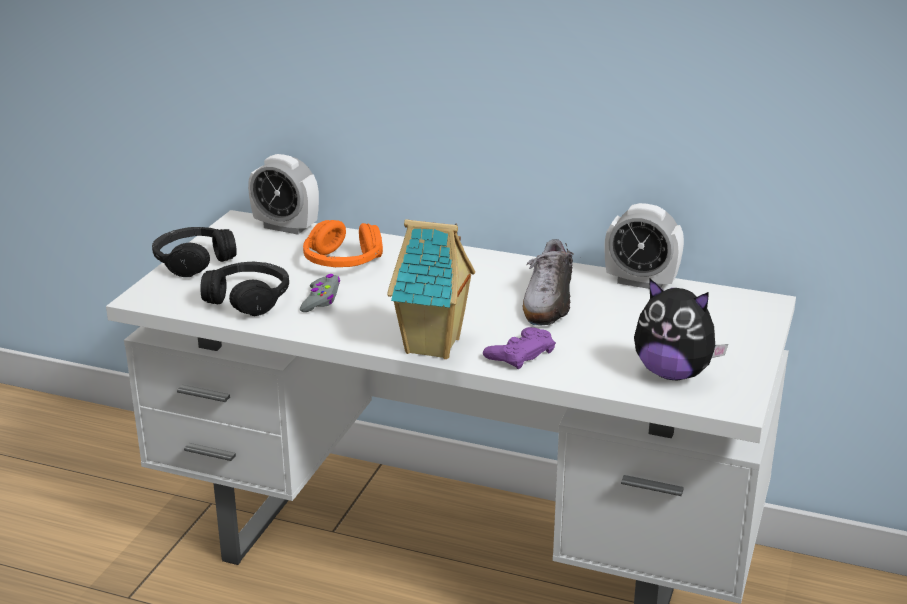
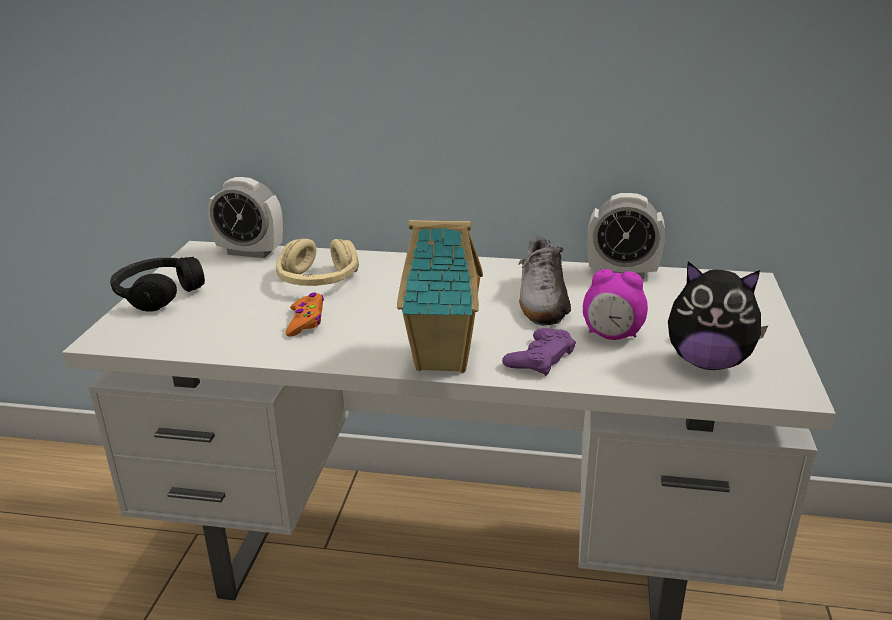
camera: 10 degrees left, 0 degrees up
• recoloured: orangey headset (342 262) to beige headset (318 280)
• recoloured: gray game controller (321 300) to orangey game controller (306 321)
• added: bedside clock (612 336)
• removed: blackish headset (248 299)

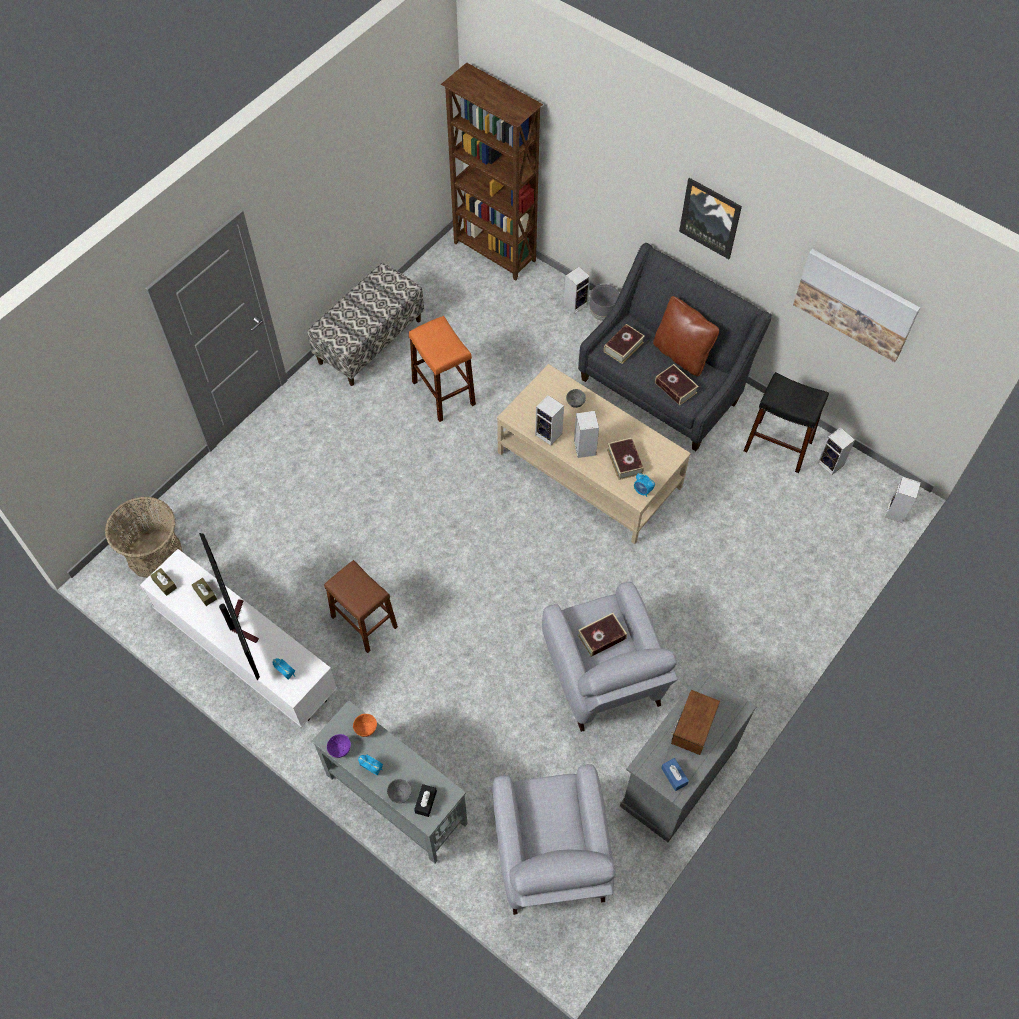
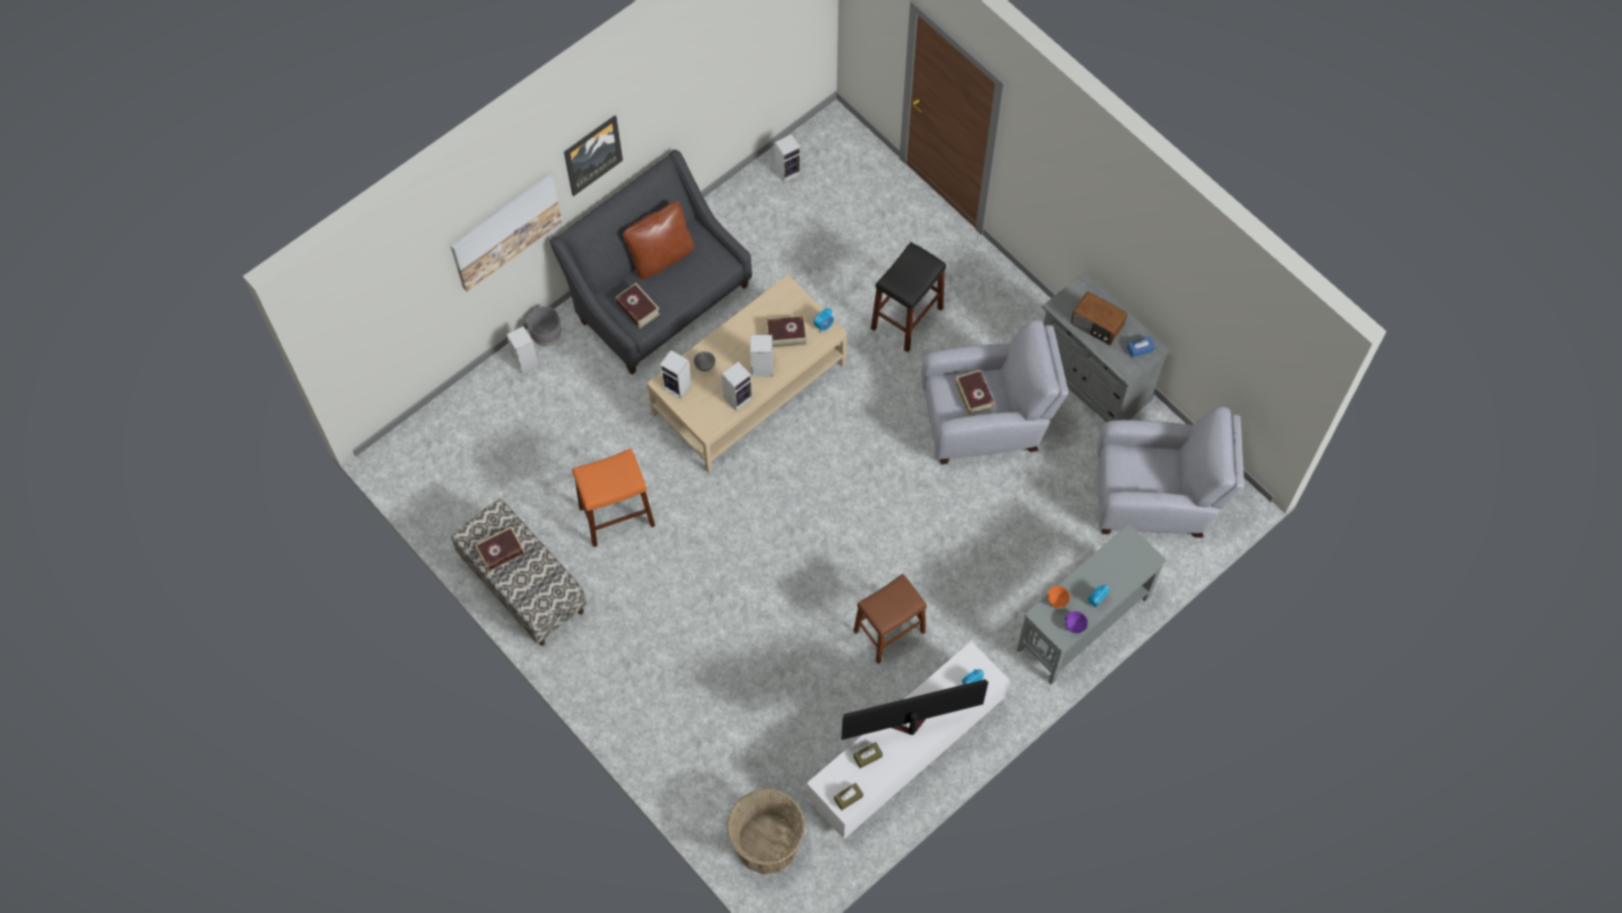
camera: 80 degrees left, 5 degrees up
• moved: wall picture (855 304) to (505 231)
• moved: book (675 388) to (500 551)
• moved: audio speaker (896 513) to (678 386)
• moved: blackish sitting stool (778 446) to (907 318)
• removed: gray deep dish (400 794)
• removed: blackish tissue box (425 802)
• removed: brown bookshelf (494 253)

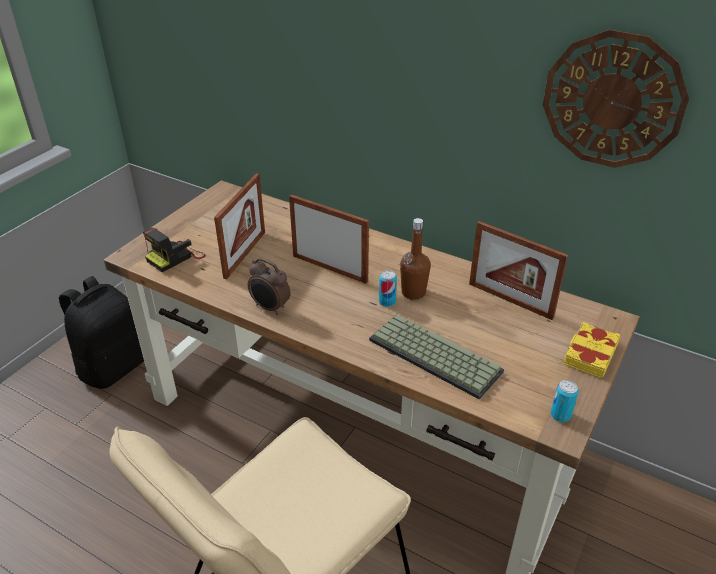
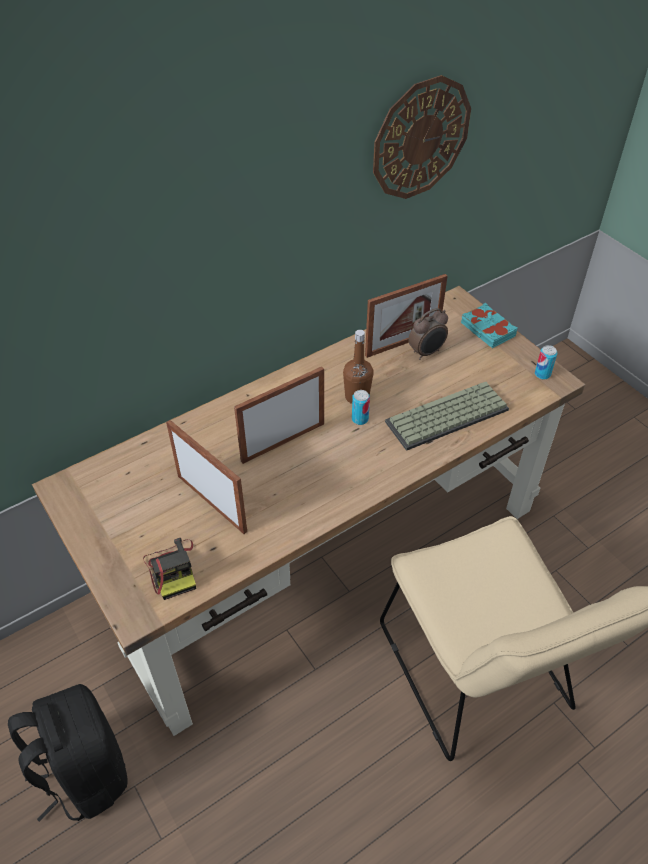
camera: 65 degrees left, 10 degrees up
• moved: bedside clock (270 308) to (427 352)
• recoloured: yellow-coloured book (589 354) to blue-green book (487 330)

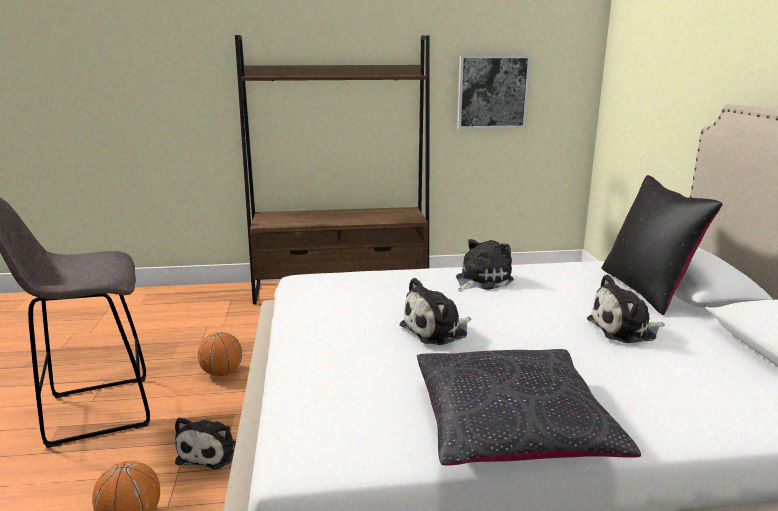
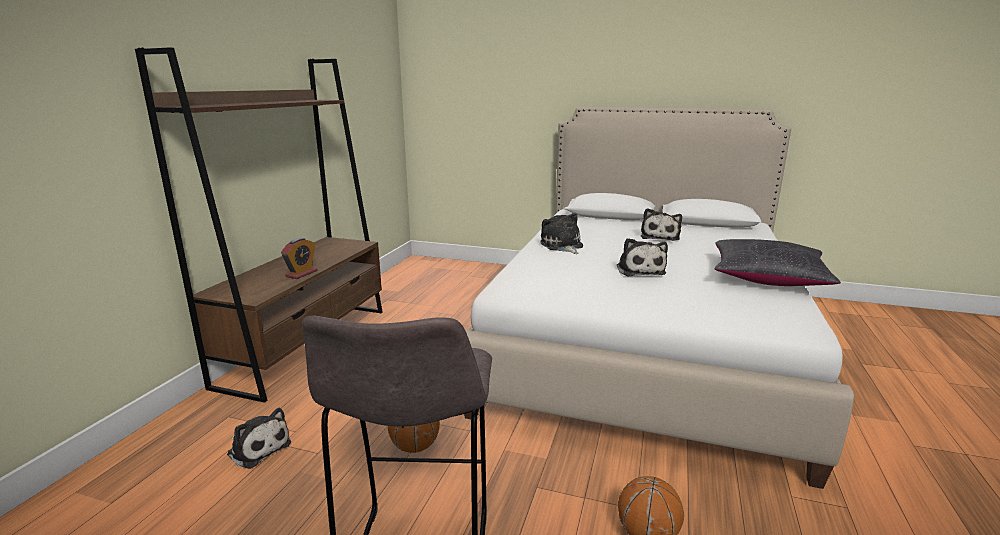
camera: 65 degrees left, 0 degrees up
• moved: soft toy (210 452) to (258 448)
• added: bedside clock (301 273)
• removed: wall picture (492 92)
• removed: blackish throw pillow (646 289)

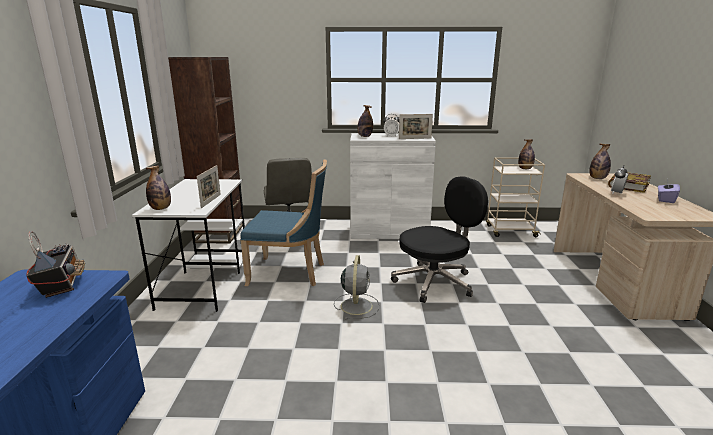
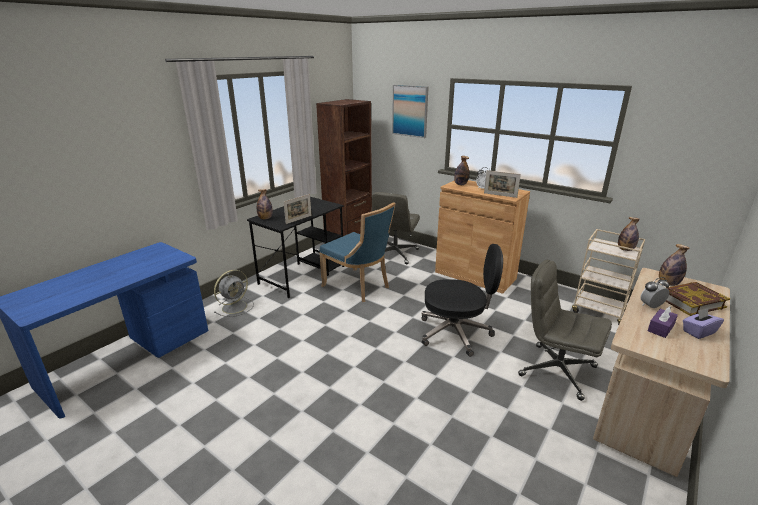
camera: 35 degrees right, 5 degrees up
• moved: gray cooling fan (356 305) to (235 306)
• recoloured: whitish desk unit (205 281) to blackish desk unit (303 274)
• added: wall picture (410 111)
• recoloured: whitish cabinet (389 231) to brown cabinet (475 275)
• added: gray desk chair (556 370)
• added: purple tissue box (660 328)
• removed: radio set (61 285)

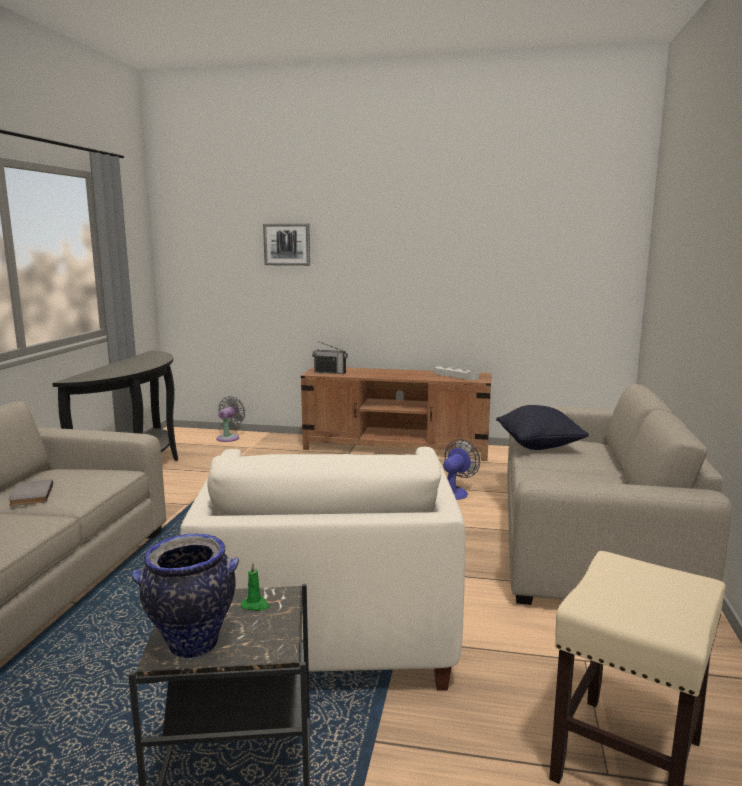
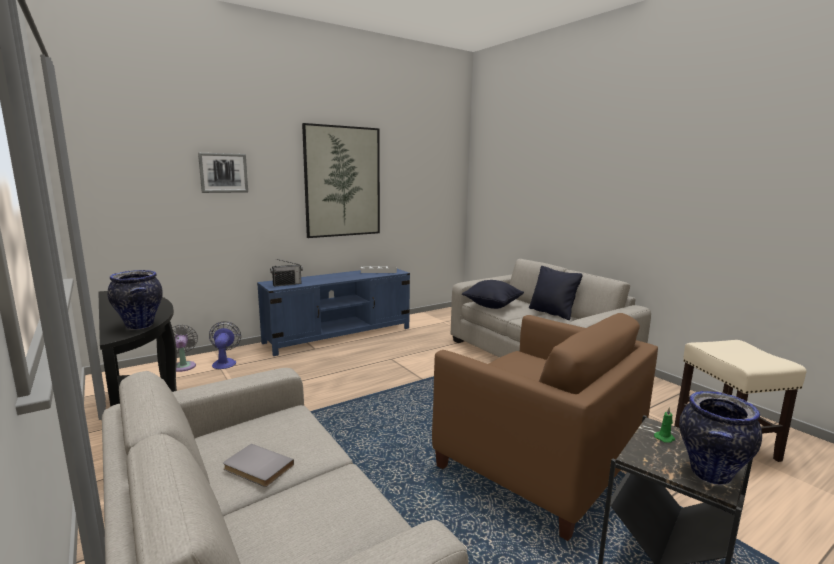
camera: 45 degrees left, 0 degrees up
• added: decorative vase (140 326)
• moved: cooling fan (455 492) to (225 362)
• recoloured: brown media console (397 448) to blue media console (339 335)
• added: wall picture (342 182)
• recoloured: whitish easy chair (329 631) to brown easy chair (539 461)
• added: blackish throw pillow (552 313)

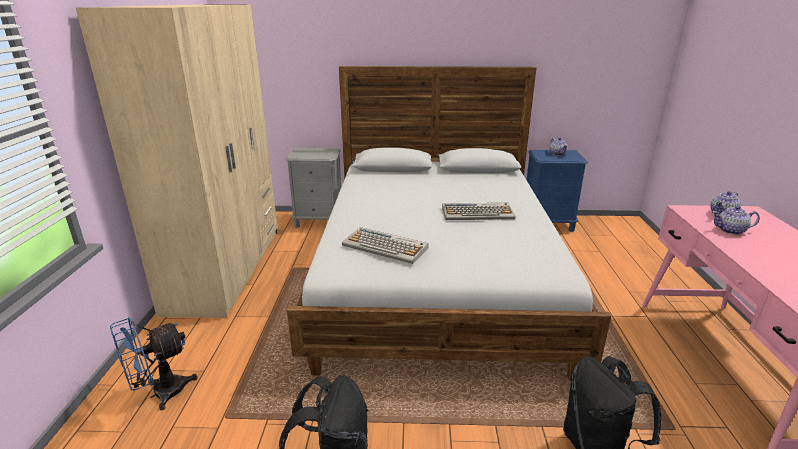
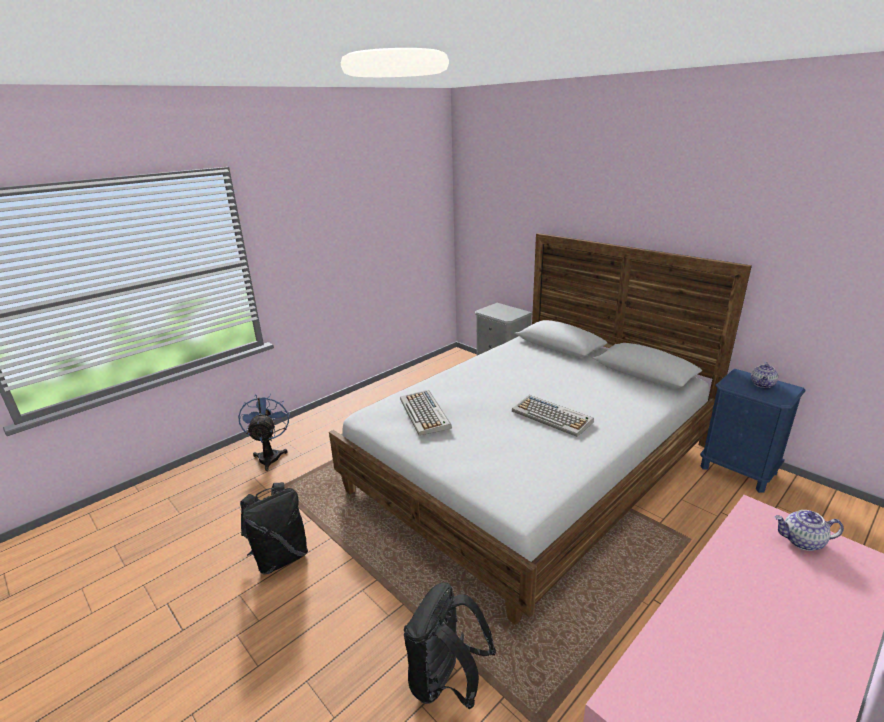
camera: 45 degrees right, 0 degrees up
• turned: blue cooling fan (160 393) = (270 455) 75 degrees clockwise
• removed: beige clothes cupboard (227 268)
• removed: tea pot (730 230)

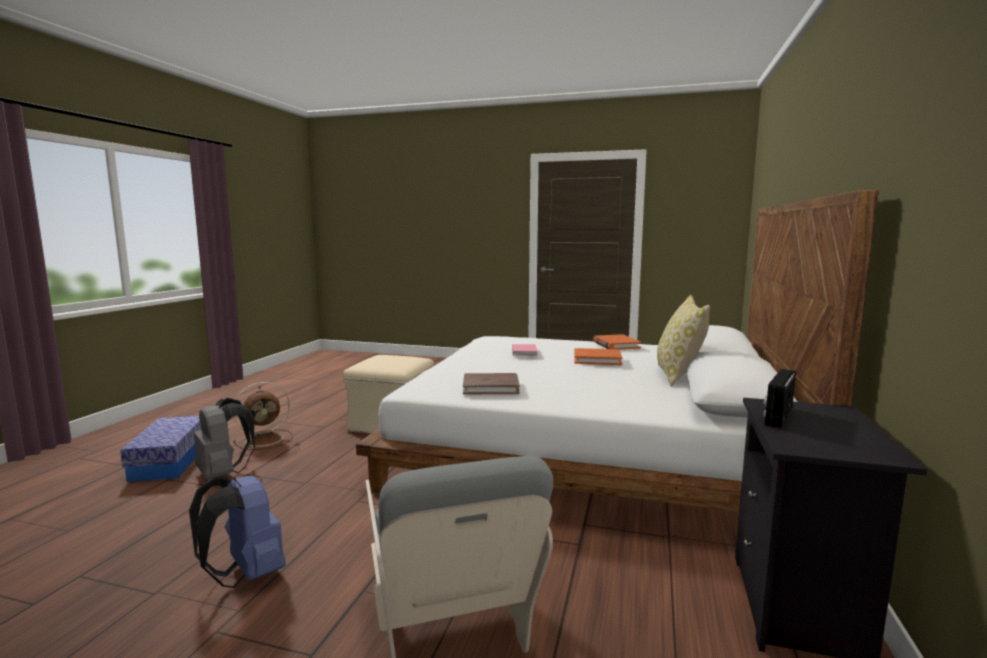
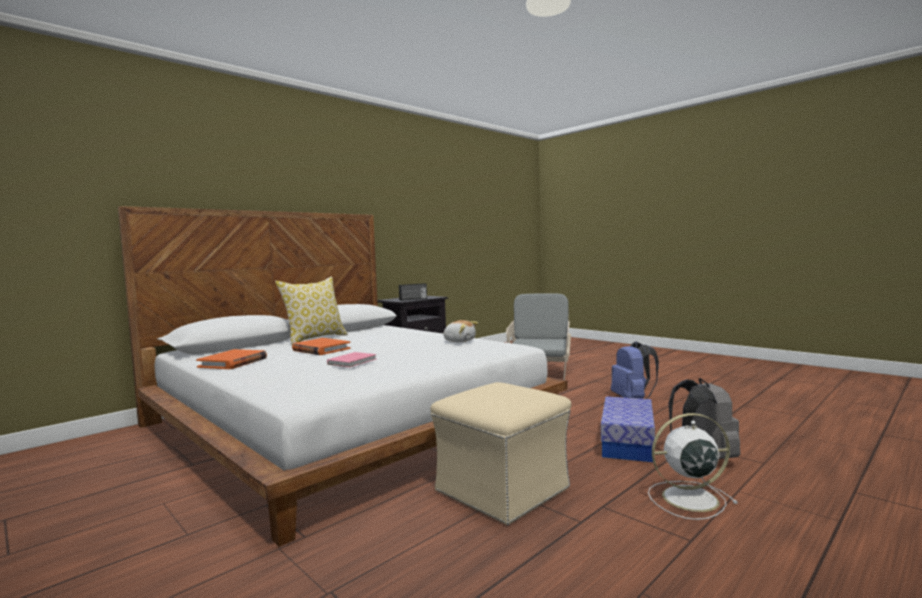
camera: 150 degrees left, 5 degrees down
• replaced: brown book (490 387) to soft toy (459 341)
• moved: storage container (169 462) to (627 443)
• recoloured: brown cooling fan (266 439) to whitish cooling fan (687 499)

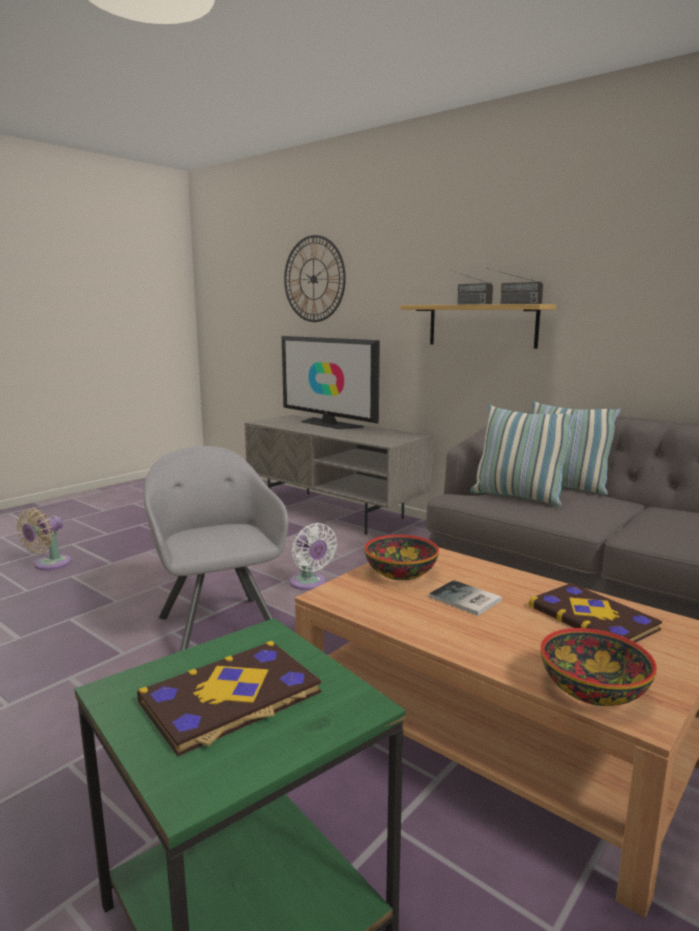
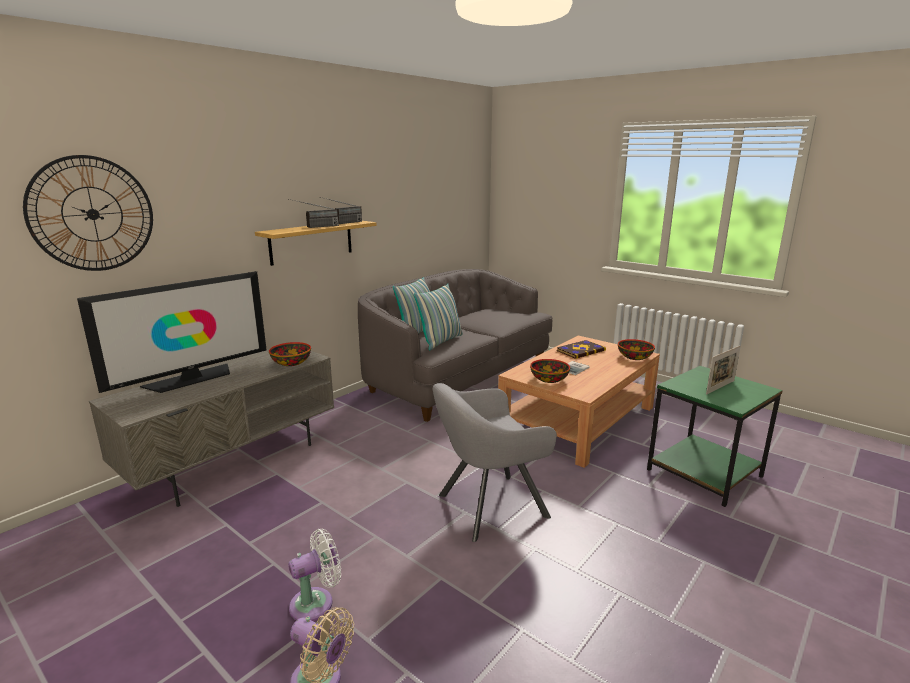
camera: 90 degrees left, 5 degrees up
• added: deep dish (291 362)
• moved: whitish cooling fan (309 584) to (316 603)
• replaced: book (232 699) to picture frame (720 387)

